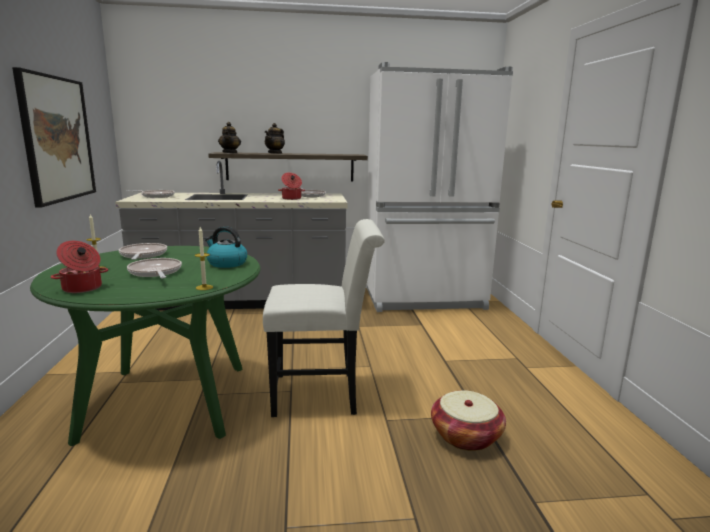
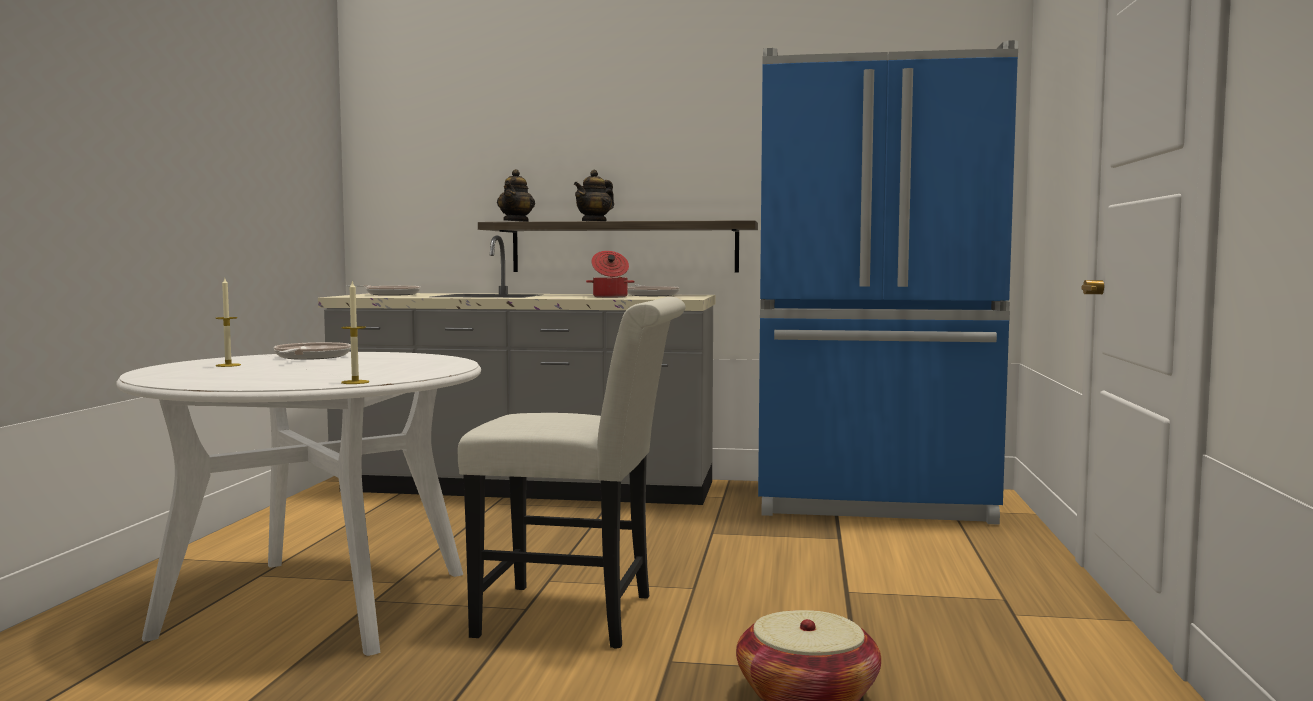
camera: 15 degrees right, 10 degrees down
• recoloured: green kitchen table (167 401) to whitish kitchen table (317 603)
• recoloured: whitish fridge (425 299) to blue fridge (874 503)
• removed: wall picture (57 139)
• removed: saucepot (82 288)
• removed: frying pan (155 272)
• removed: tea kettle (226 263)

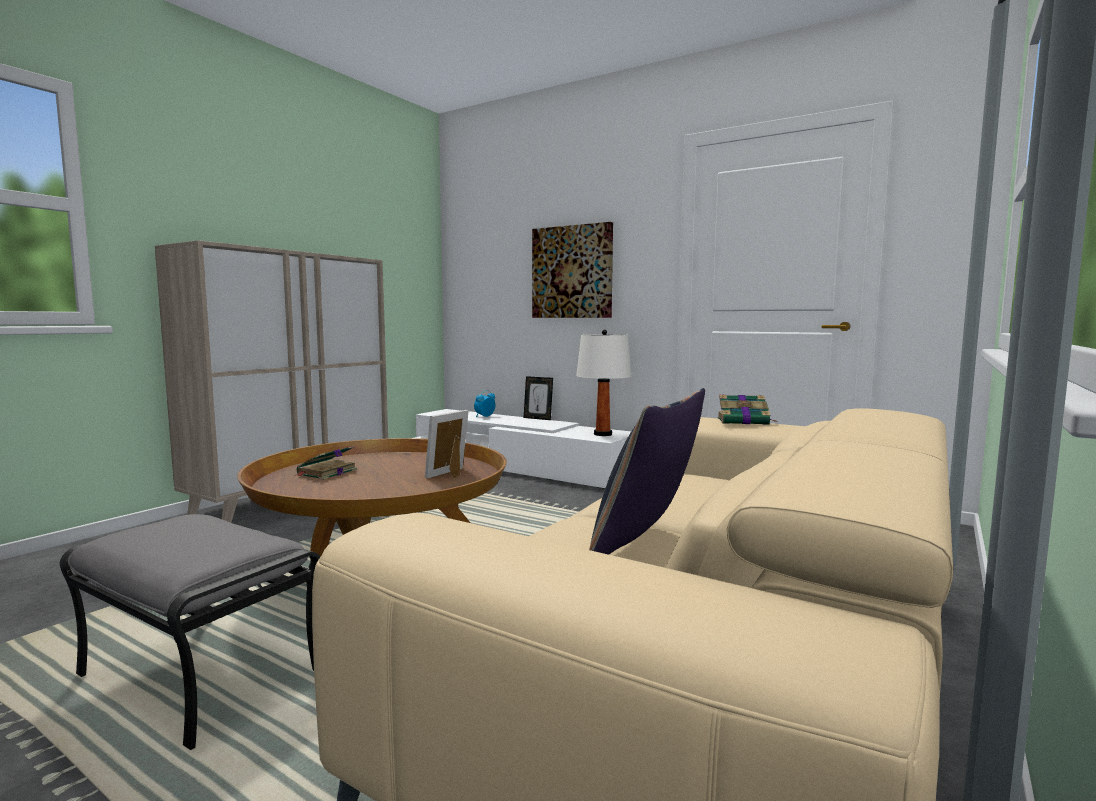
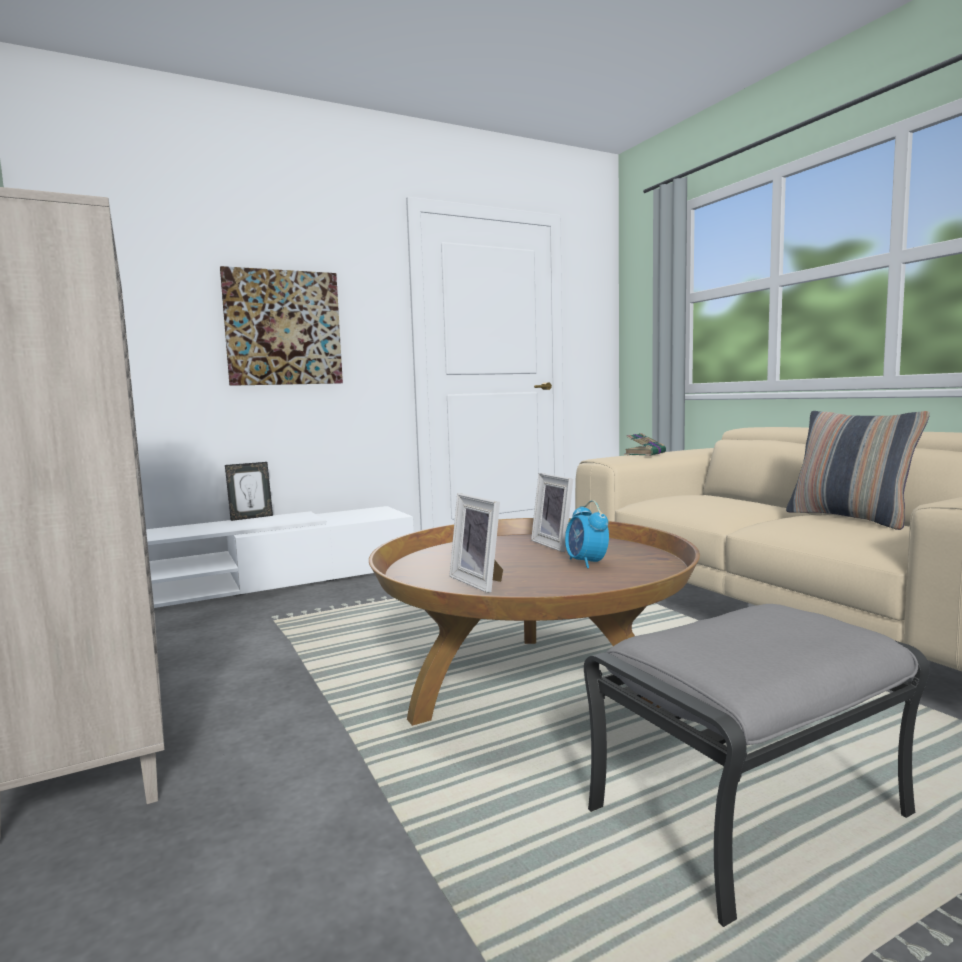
camera: 60 degrees left, 0 degrees up
• replaced: book (326 472) to picture frame (480 582)
• moved: bedside clock (484 416) to (586 563)
• removed: whitish table lamp (603 434)

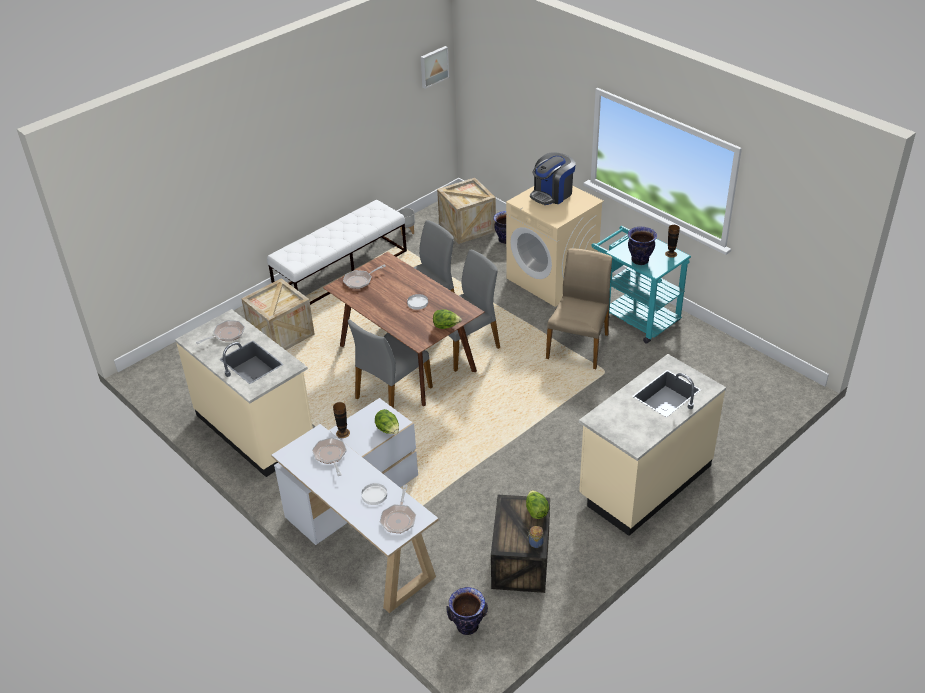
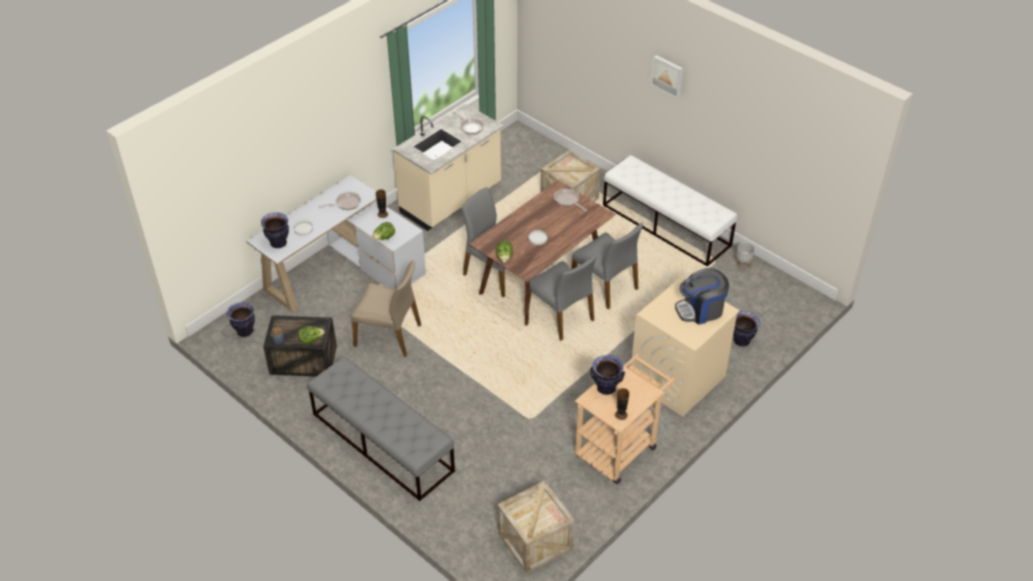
camera: 85 degrees right, 5 degrees up
• replaced: frying pan (399 518) to decorative vase (279 243)
• replaced: beige kitchen base unit (644 481) to gray long seat (382 442)
• moved: beige upright chair (578 346) to (389 335)
• moved: packing crate (467 227) to (535 541)
• recoloured: blue-green wheeled cart (635 316) to beige wheeled cart (620 446)
• moved: wall picture (433 66) to (668 75)
• turned: coffee machine (552 194) = (700 310) 60 degrees counterclockwise

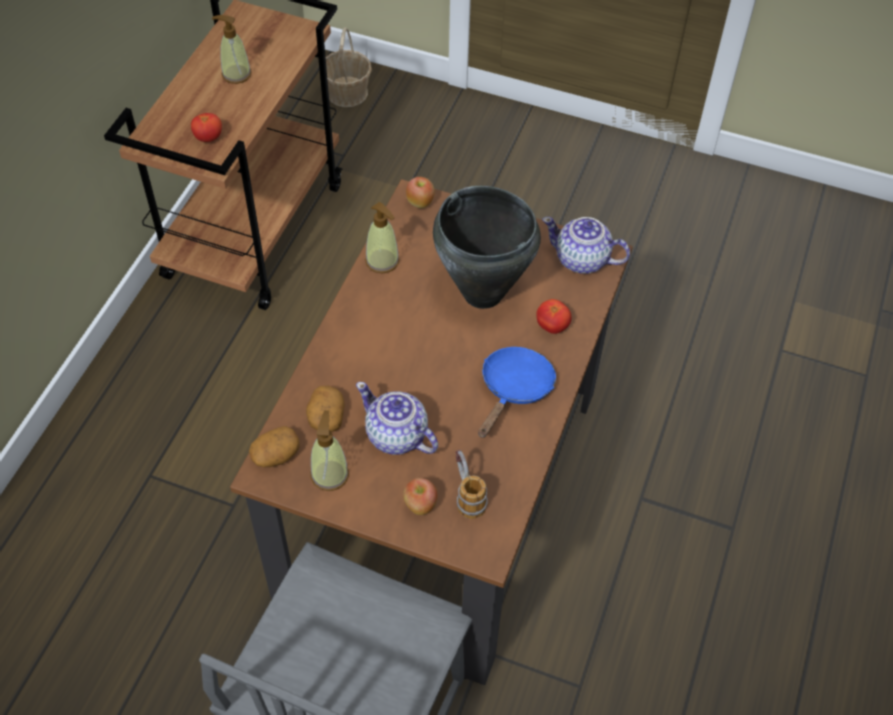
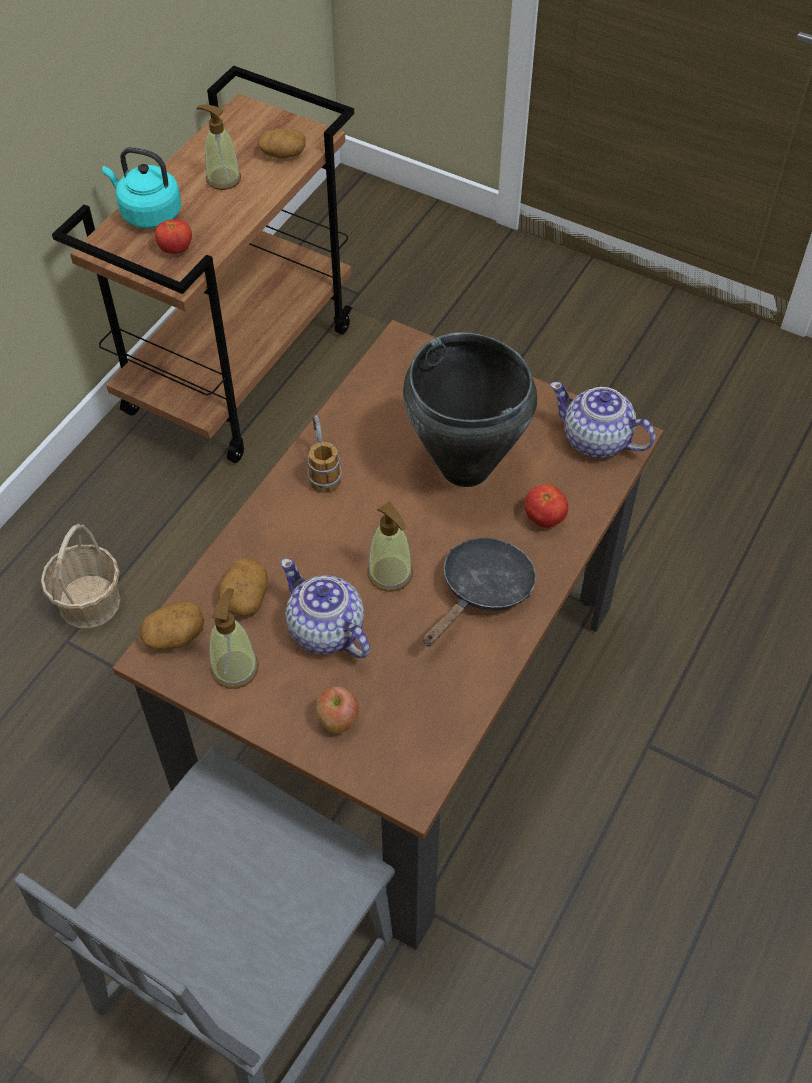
camera: 10 degrees right, 0 degrees up
• moved: household basket (347 92) to (90 602)
• added: blue-green tea kettle (148 213)
• added: potato (282 154)
• moved: mug (466 495) to (322 469)
• moved: soap dispenser (382 261) to (390 574)
• recoloured: blue frying pan (514 389) to blackish frying pan (482 591)
• removed: whole apple (420 202)

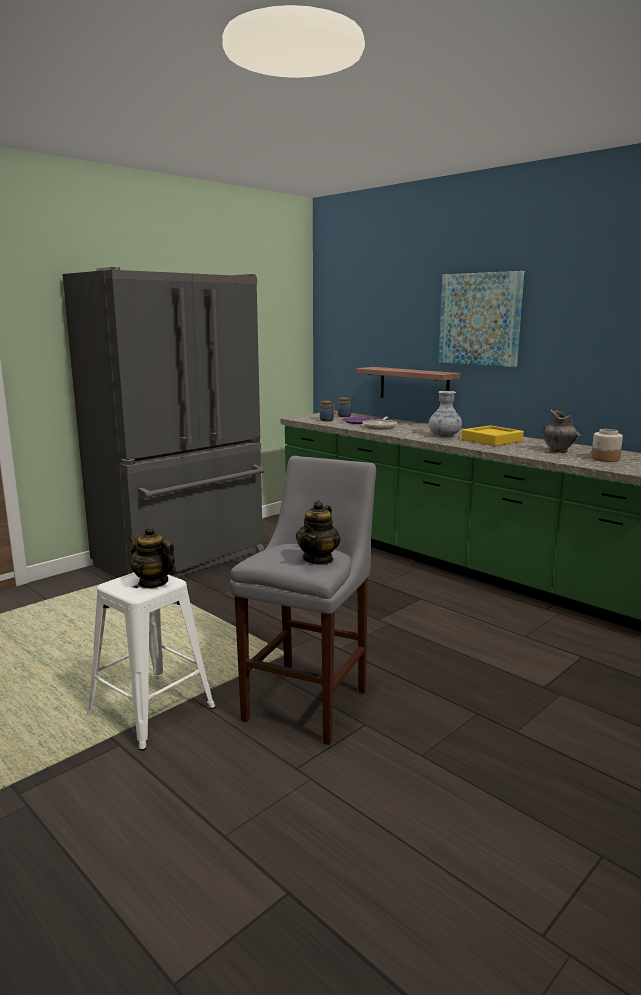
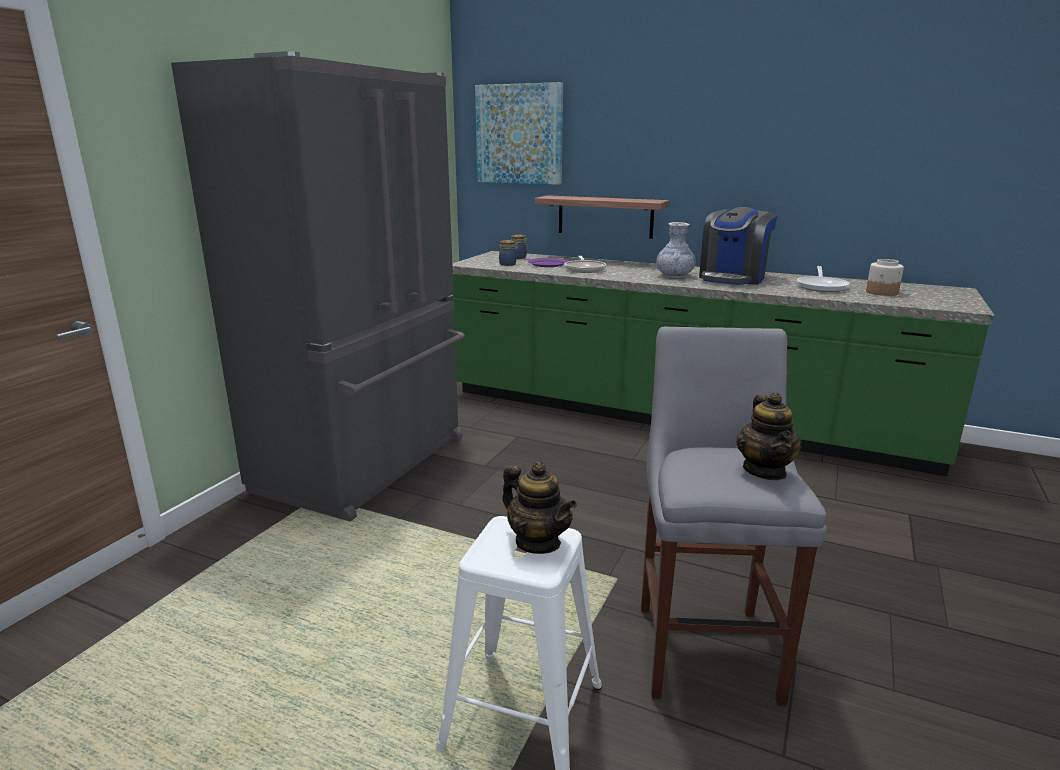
camera: 20 degrees left, 5 degrees up
• moved: wall picture (480 319) to (519 134)
• turned: tea pot (153 583) = (538 542) 150 degrees counterclockwise
• replaced: yellow-coloured tray (492 440) to coffee machine (733 278)
• replaced: gray decorative vase (559 451) to frying pan (822 286)

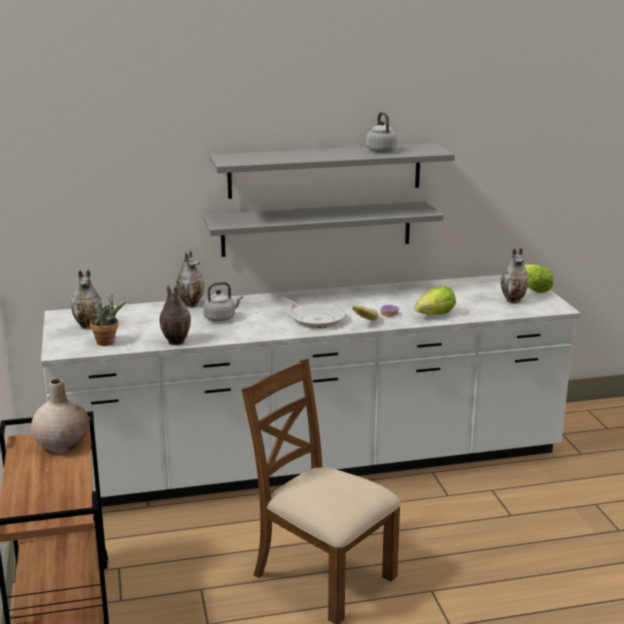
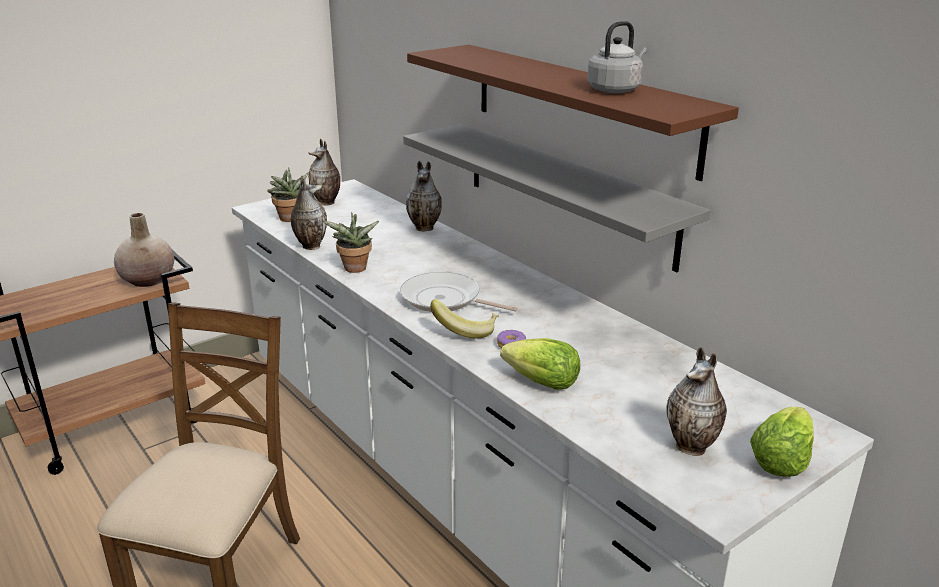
camera: 65 degrees right, 5 degrees up
• added: potted plant (354 270)
• turned: frying pan (315 318) = (445 300) 90 degrees clockwise
• recoloured: gray shelf (325 170) to brown shelf (580 106)
• removed: gray tea kettle (221 318)

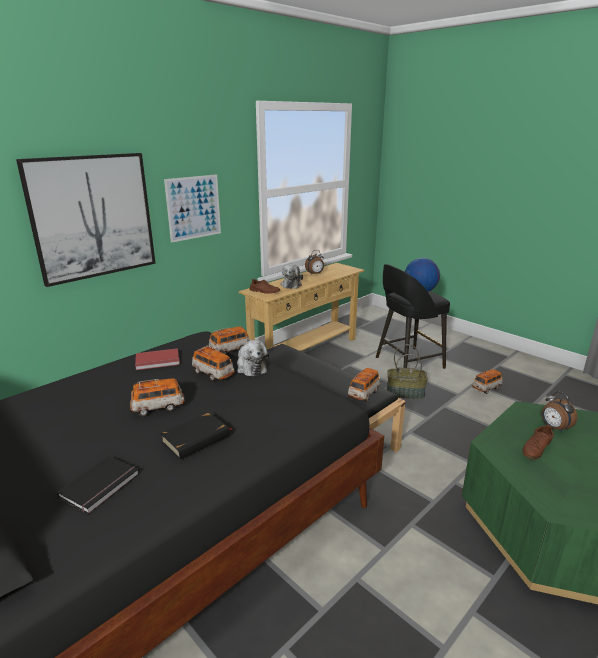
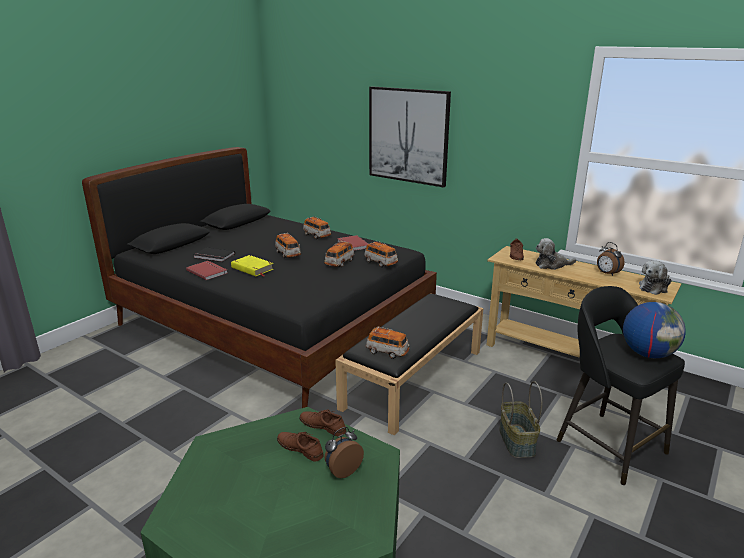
camera: 80 degrees right, 0 degrees up
• added: reddish book (208 271)
• recoloured: blackish book (196 439) to yellow-coloured book (252 268)
• added: brown low shoe (323 426)
• moved: miniature car (486 388) to (317 236)
• moved: soft toy (250 367) to (654 287)
• removed: wall picture (194 207)

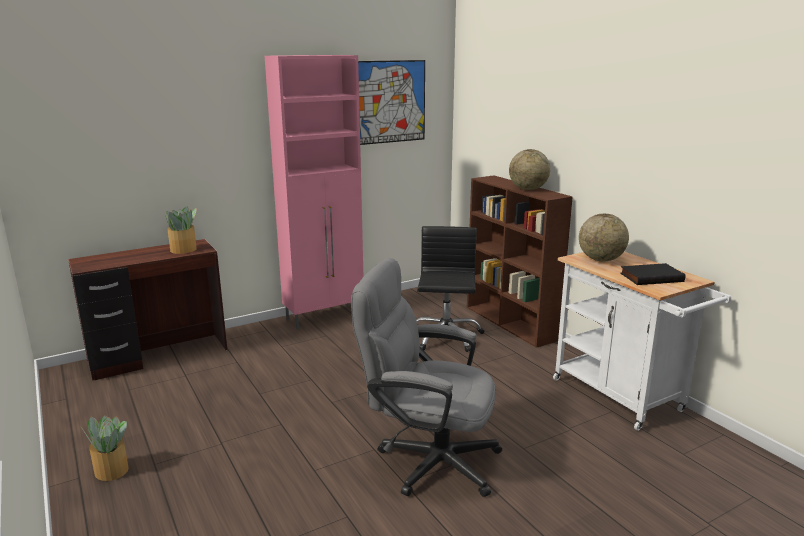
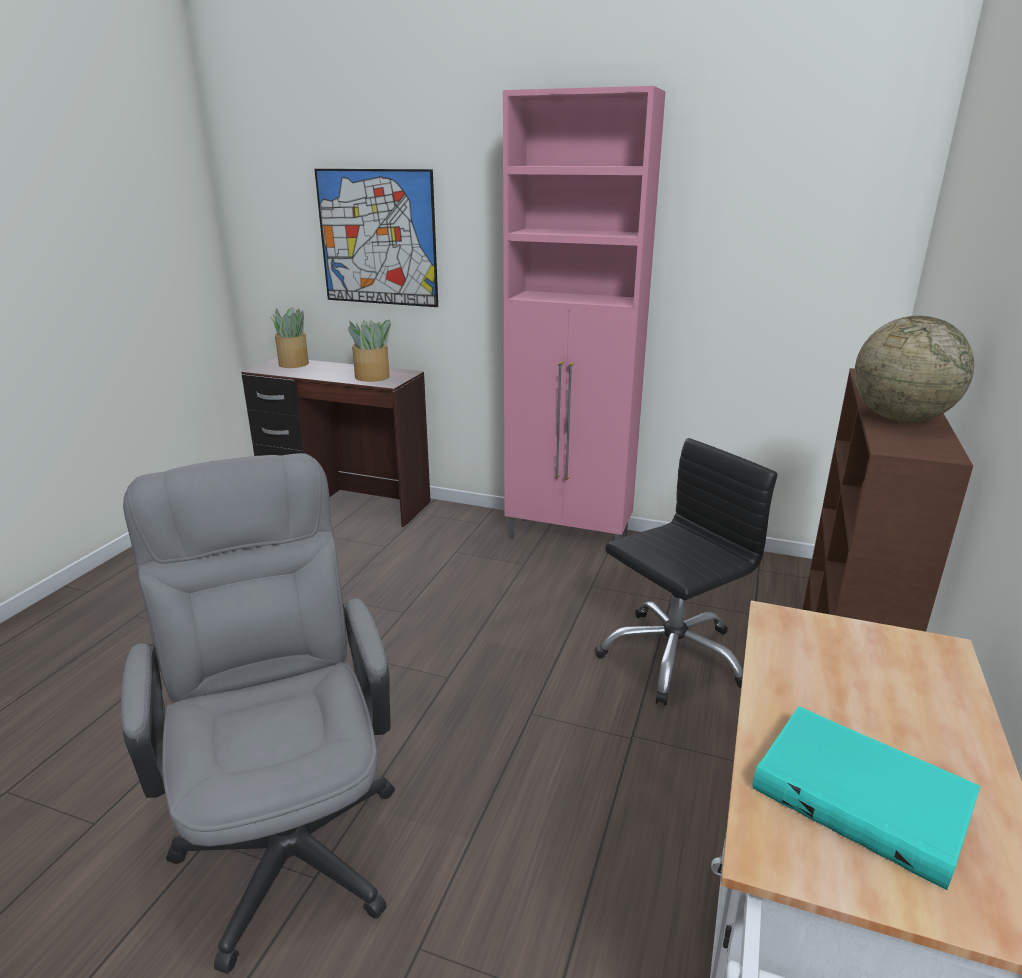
camera: 50 degrees right, 5 degrees up
• moved: potted plant (111 470) to (294 363)
• moved: wall picture (390 102) to (377 238)
• recoloured: blackish book (651 277) to blue-green book (863 796)
• removed: desk globe (601 260)

